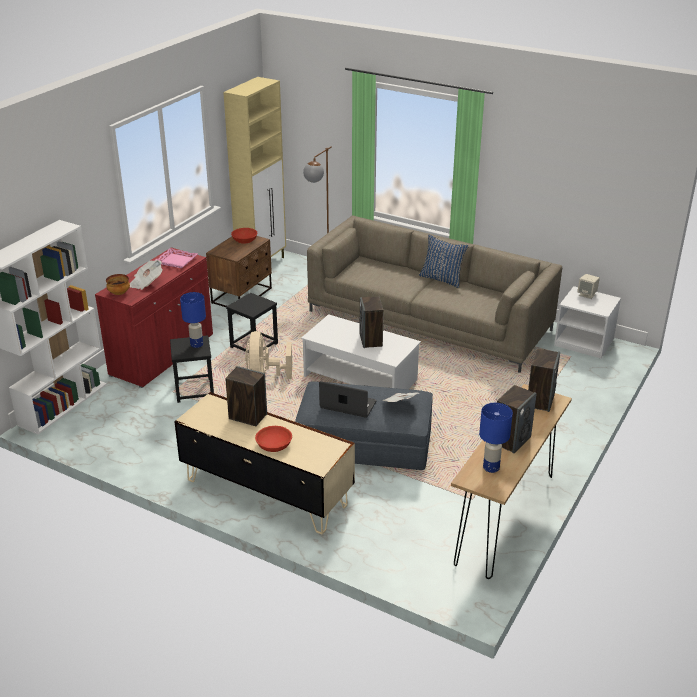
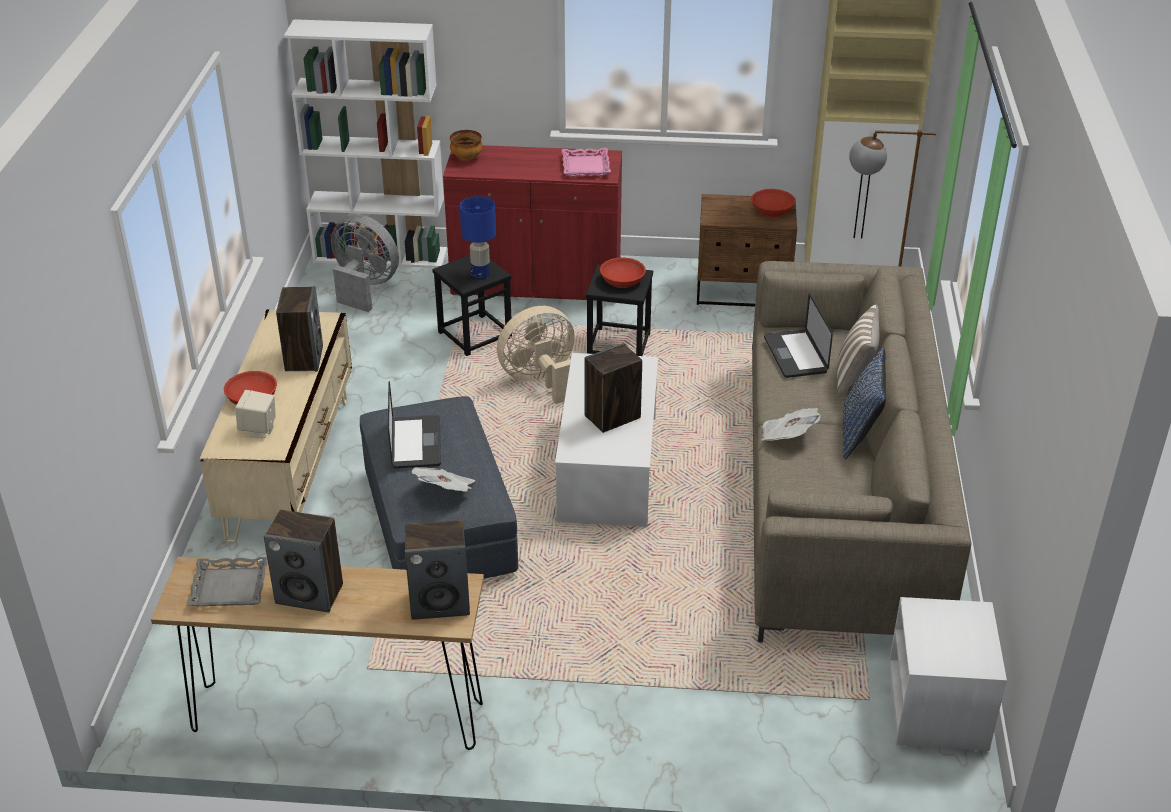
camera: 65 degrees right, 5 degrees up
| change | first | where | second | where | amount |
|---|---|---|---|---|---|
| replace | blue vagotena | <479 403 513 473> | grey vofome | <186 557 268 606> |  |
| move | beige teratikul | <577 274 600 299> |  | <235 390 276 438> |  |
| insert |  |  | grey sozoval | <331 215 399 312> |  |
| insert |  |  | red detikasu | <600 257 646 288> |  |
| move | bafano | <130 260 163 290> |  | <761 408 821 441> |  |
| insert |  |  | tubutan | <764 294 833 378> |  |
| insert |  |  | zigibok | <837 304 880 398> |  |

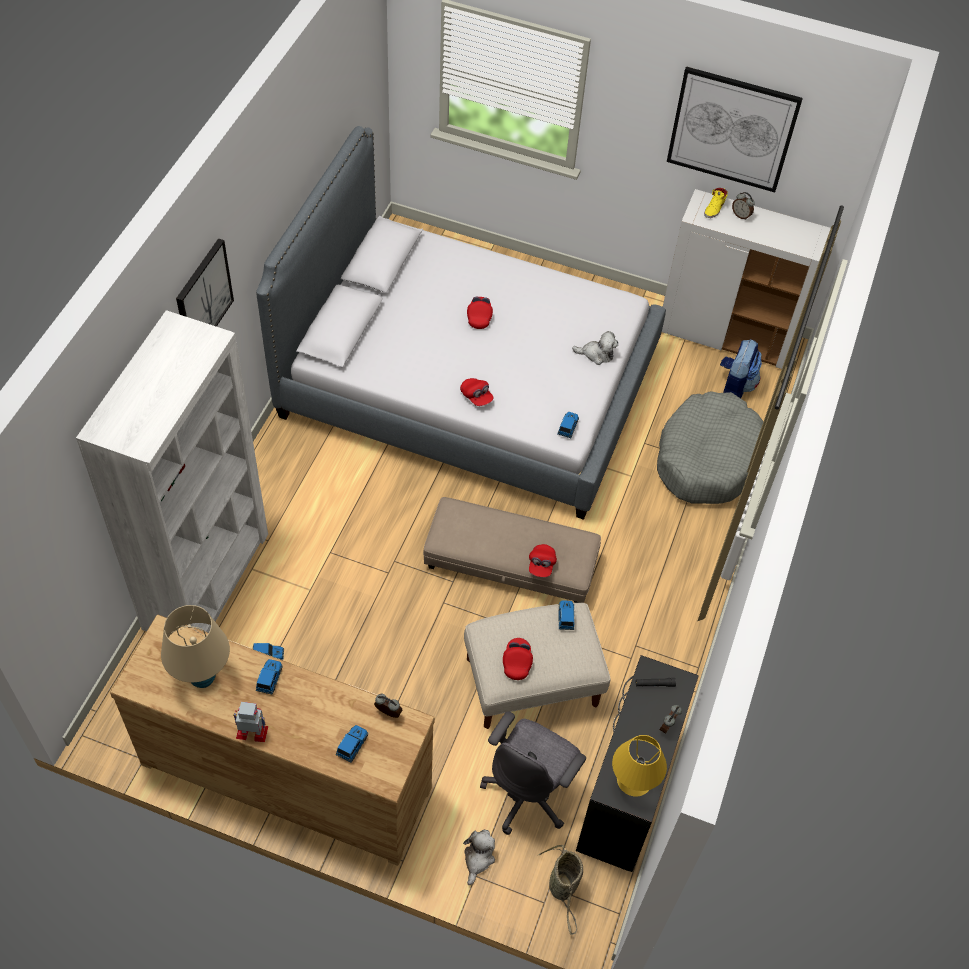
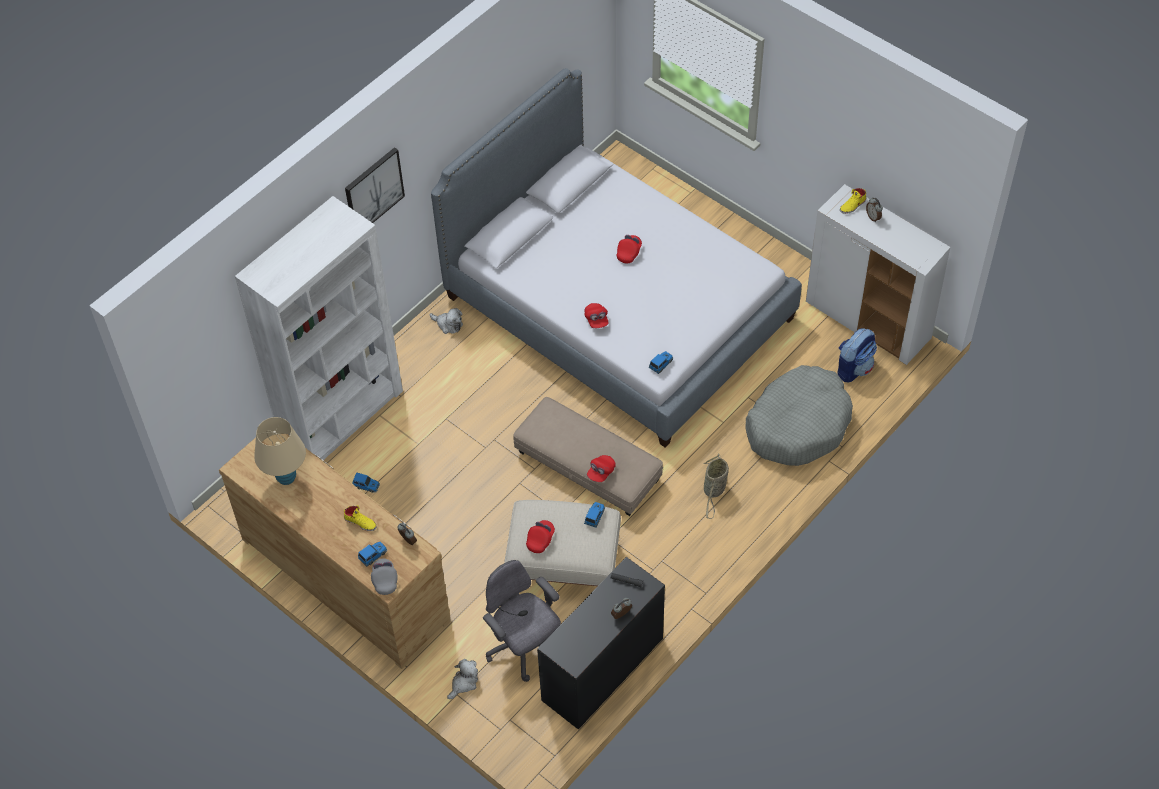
camera: 25 degrees right, 0 degrees up
| change | first | where | second | where | amount |
|---|---|---|---|---|---|
| insert |  |  | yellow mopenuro | <344 505 377 531> |  |
| insert |  |  | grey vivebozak | <371 558 398 595> |  |
| move | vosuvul | <572 331 618 365> |  | <429 308 463 334> |  |
| rotate | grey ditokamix | <480 711 586 835> |  | <483 560 561 682> | 90 degrees clockwise |
| move | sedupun | <538 845 583 935> |  | <703 454 729 519> |  |
| delete | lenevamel | <233 702 269 742> |  |  |  |
| delete | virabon | <256 659 283 695> |  |  |  |
| delete | yellow vagotena | <612 735 667 796> |  |  |  |
| delete | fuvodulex | <667 66 803 192> |  |  |  |

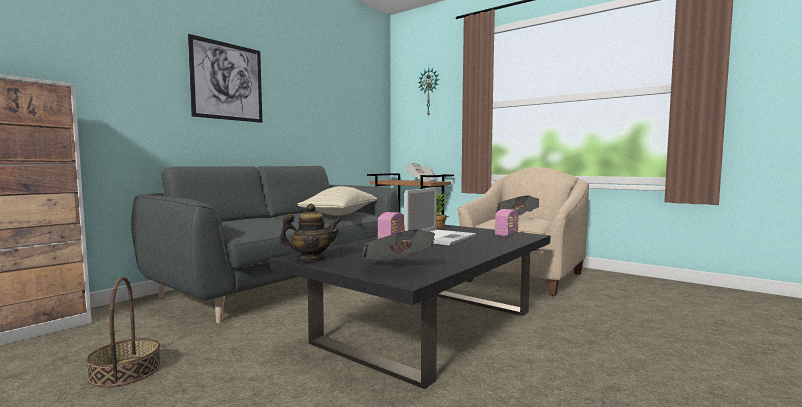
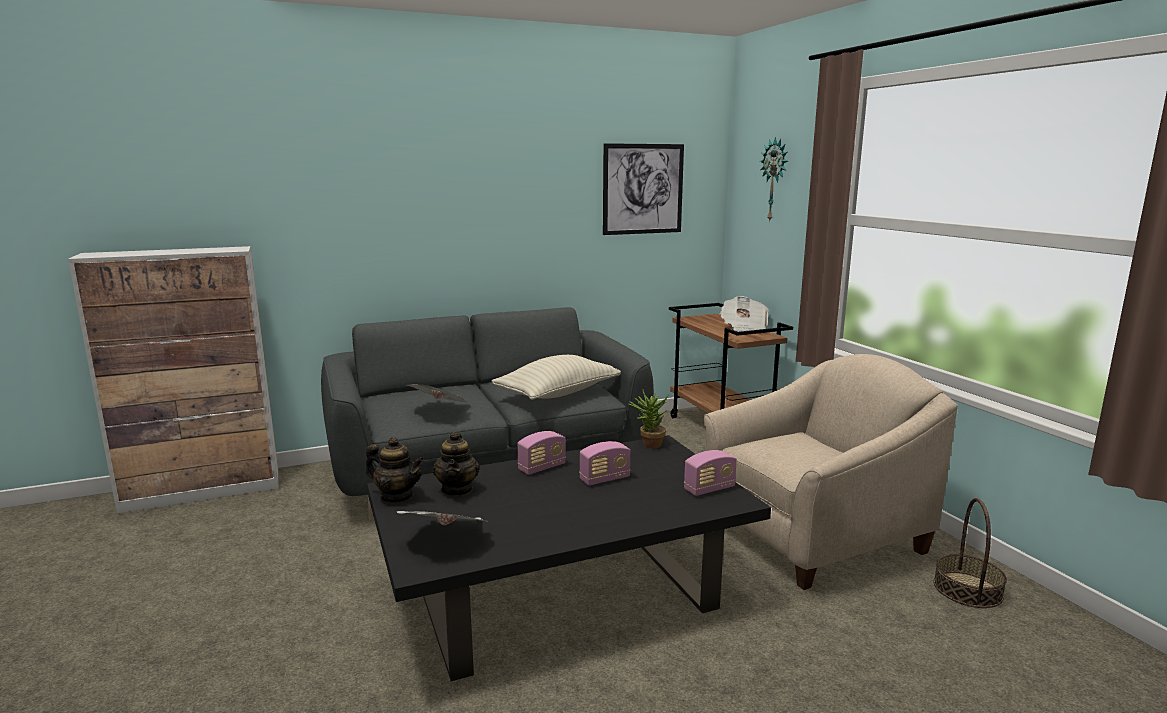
camera: 30 degrees right, 10 degrees up
| change | first | where | second | where | amount |
|---|---|---|---|---|---|
| move | bafano | <496 195 539 216> |  | <406 384 467 402> |  |
| insert |  |  | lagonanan | <432 431 480 496> |  |
| replace | tubutan | <405 188 476 246> | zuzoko | <579 441 630 485> |  |
| move | fuvodulex | <188 34 262 123> |  | <603 143 684 235> |  |
| move | sedupun | <86 277 161 387> |  | <933 498 1007 608> |  |

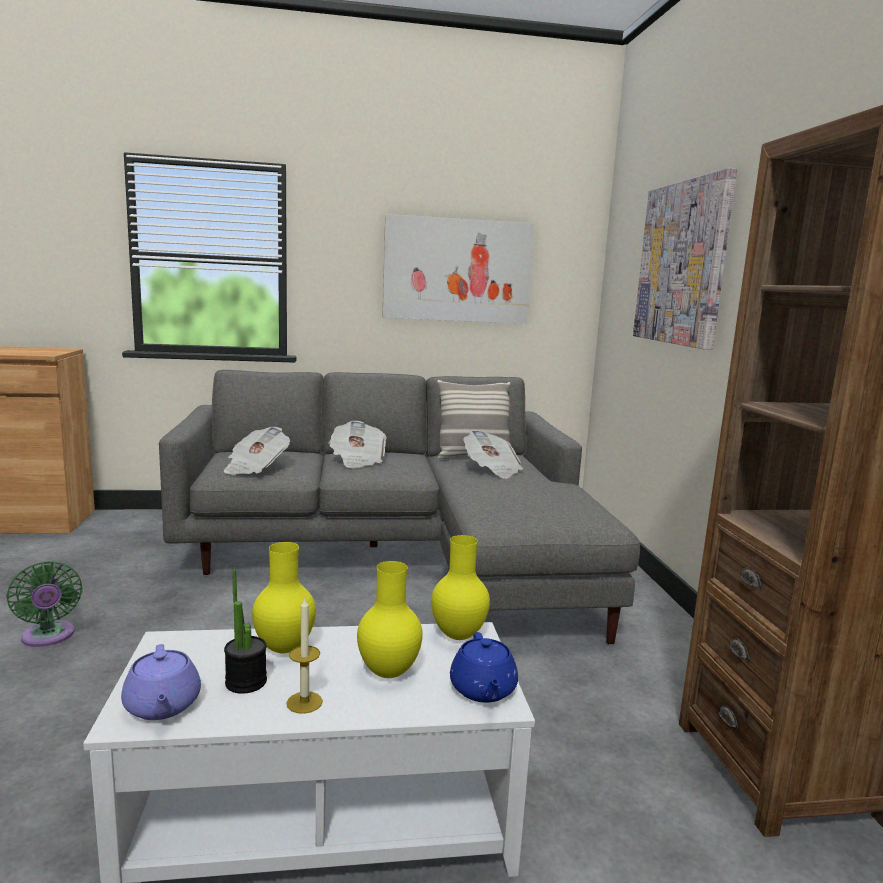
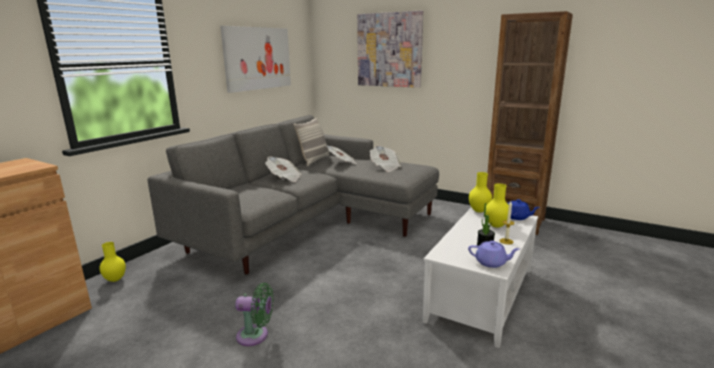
camera: 50 degrees left, 5 degrees up
| change | first | where | second | where | amount |
|---|---|---|---|---|---|
| move | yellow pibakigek | <252 542 316 653> |  | <99 242 126 282> |  |
| move | bafano | <223 427 290 475> |  | <370 146 401 172> |  |

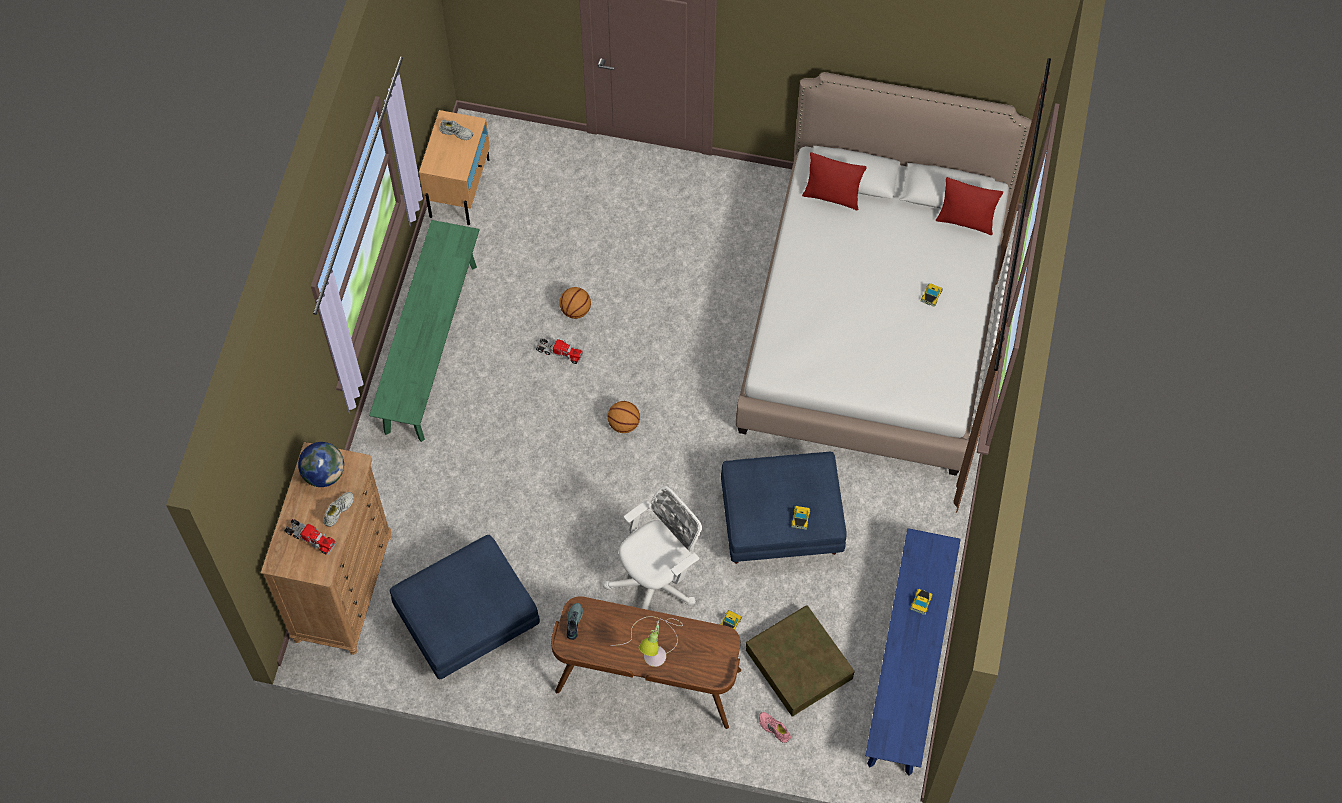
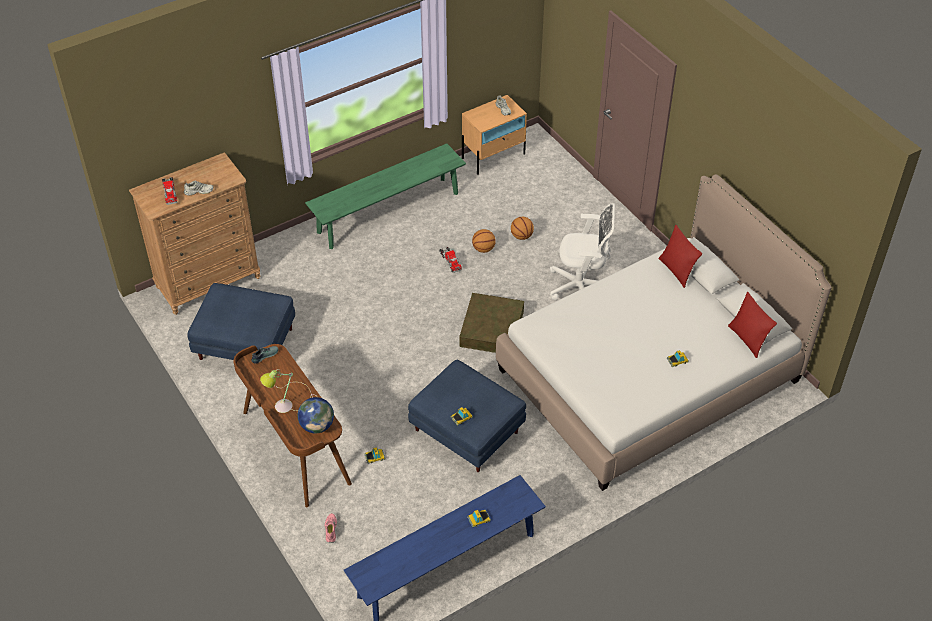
camera: 45 degrees right, 15 degrees down
| change | first | where | second | where | amount |
|---|---|---|---|---|---|
| move | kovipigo | <298 442 344 487> |  | <298 397 334 434> |  |
| move | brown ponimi | <746 606 855 717> |  | <459 293 524 353> |  |
| move | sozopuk | <608 401 640 433> |  | <511 217 534 240> |  |
| move | white ditokamix | <603 486 702 610> |  | <550 203 615 300> |  |

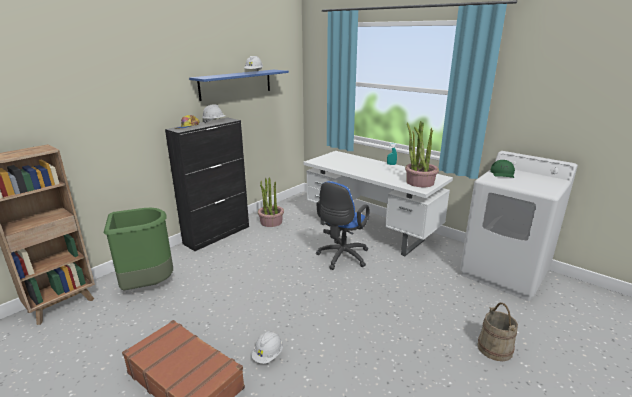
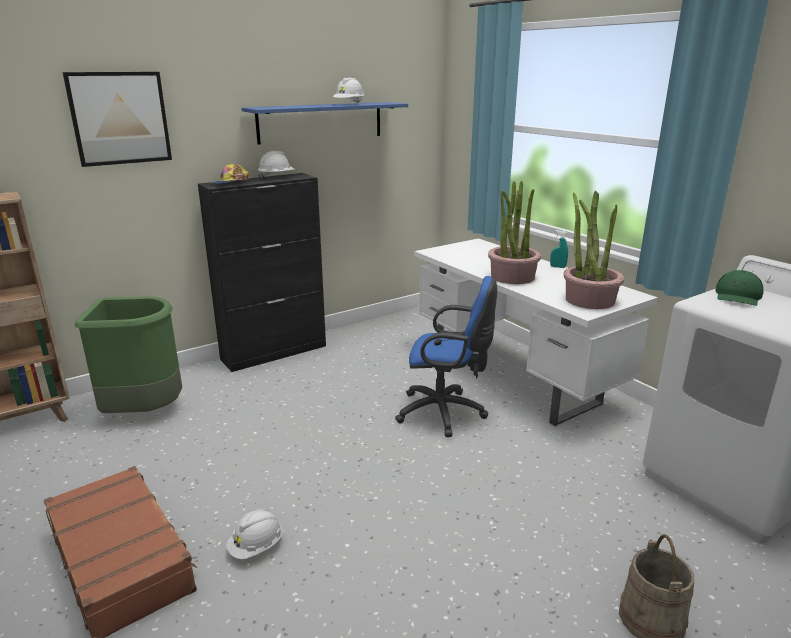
camera: 15 degrees right, 0 degrees up
| change | first | where | second | where | amount |
|---|---|---|---|---|---|
| insert |  |  | fuvodulex | <63 72 172 167> |  |
| rotate | blue ditokamix | <316 181 370 270> |  | <395 276 497 437> | 120 degrees counterclockwise |
| move | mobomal | <258 177 284 227> |  | <488 180 541 284> |  |

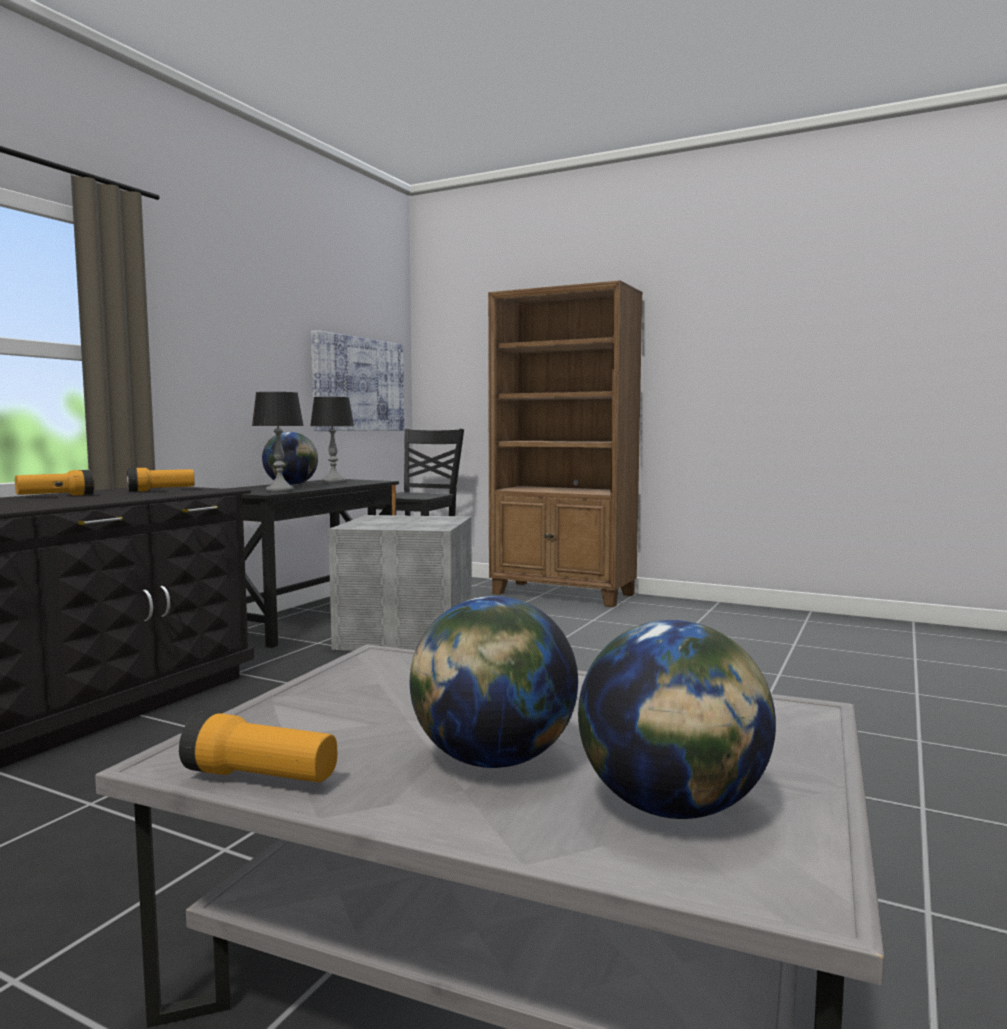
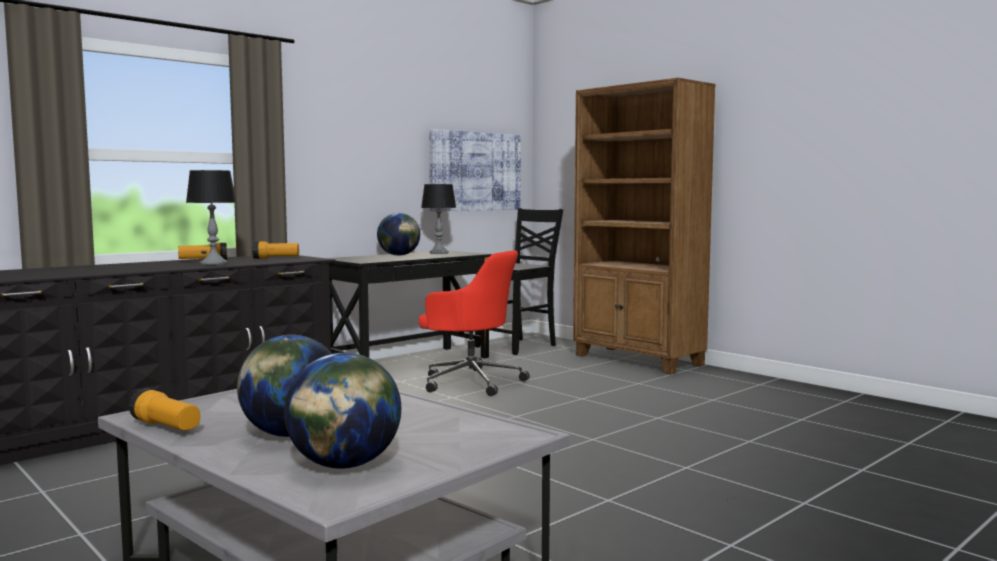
camera: 20 degrees right, 0 degrees up
| change | first | where | second | where | amount |
|---|---|---|---|---|---|
| move | vagotena | <252 392 304 492> |  | <186 170 236 265> |  |
| replace | grey ponimi | <329 515 472 651> | red ditokamix | <419 250 530 396> |  |

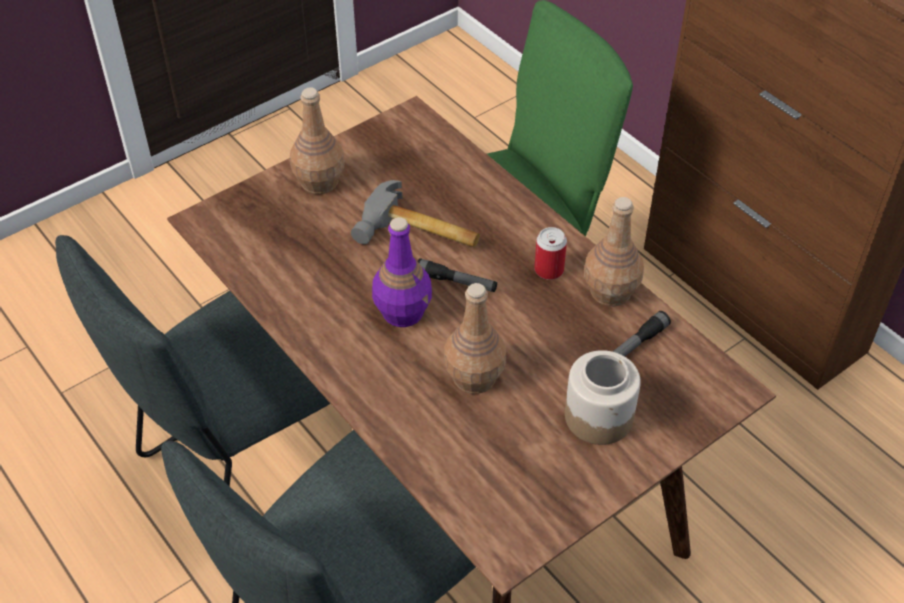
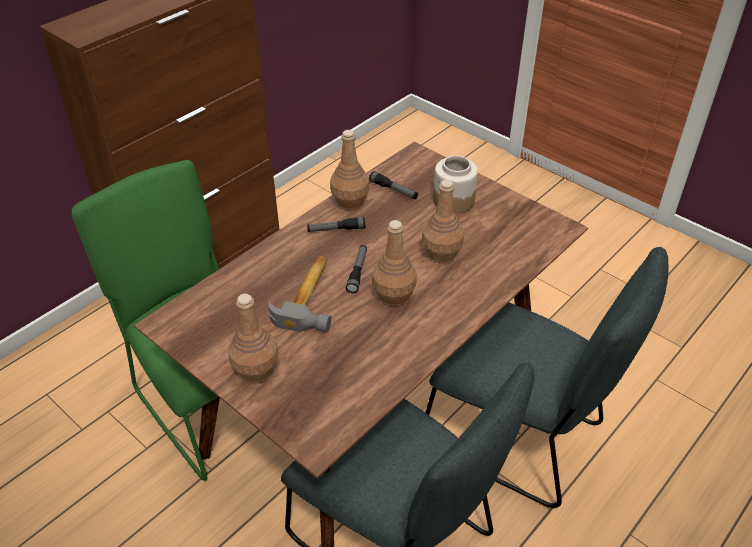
camera: 100 degrees left, 5 degrees down
| change | first | where | second | where | amount |
|---|---|---|---|---|---|
| replace | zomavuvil | <534 227 567 280> | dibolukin | <307 217 365 232> |  |
| recolor | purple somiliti | <372 217 432 327> | brown somiliti | <372 220 417 306> |  |

